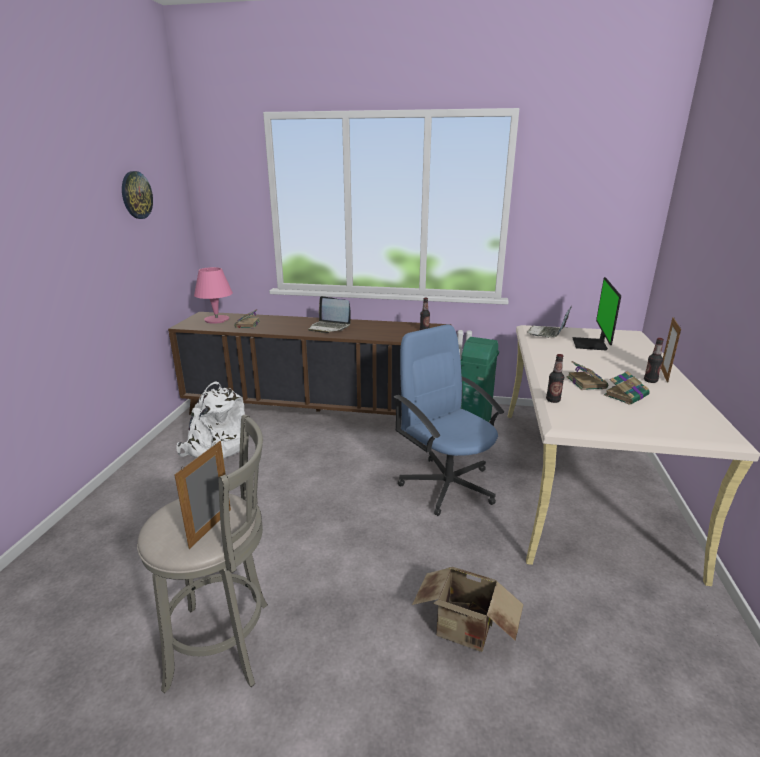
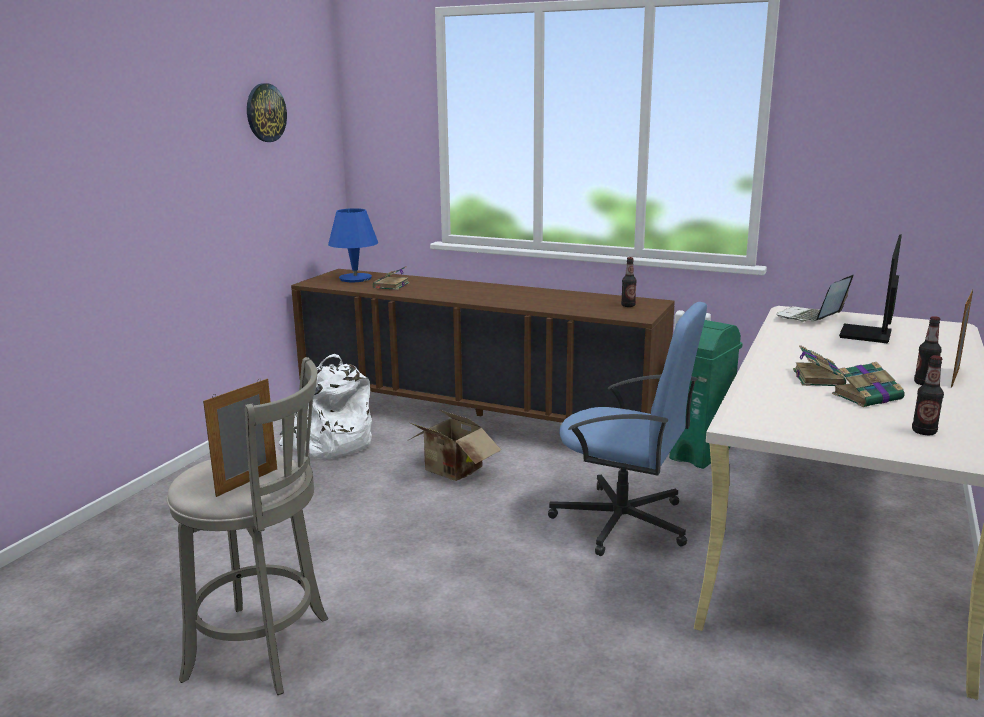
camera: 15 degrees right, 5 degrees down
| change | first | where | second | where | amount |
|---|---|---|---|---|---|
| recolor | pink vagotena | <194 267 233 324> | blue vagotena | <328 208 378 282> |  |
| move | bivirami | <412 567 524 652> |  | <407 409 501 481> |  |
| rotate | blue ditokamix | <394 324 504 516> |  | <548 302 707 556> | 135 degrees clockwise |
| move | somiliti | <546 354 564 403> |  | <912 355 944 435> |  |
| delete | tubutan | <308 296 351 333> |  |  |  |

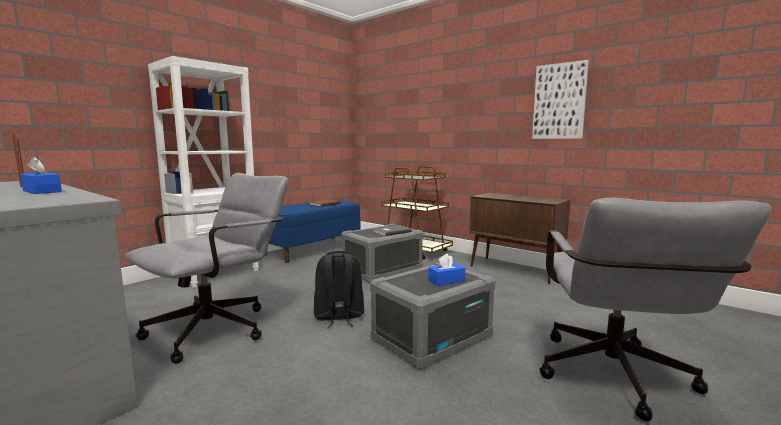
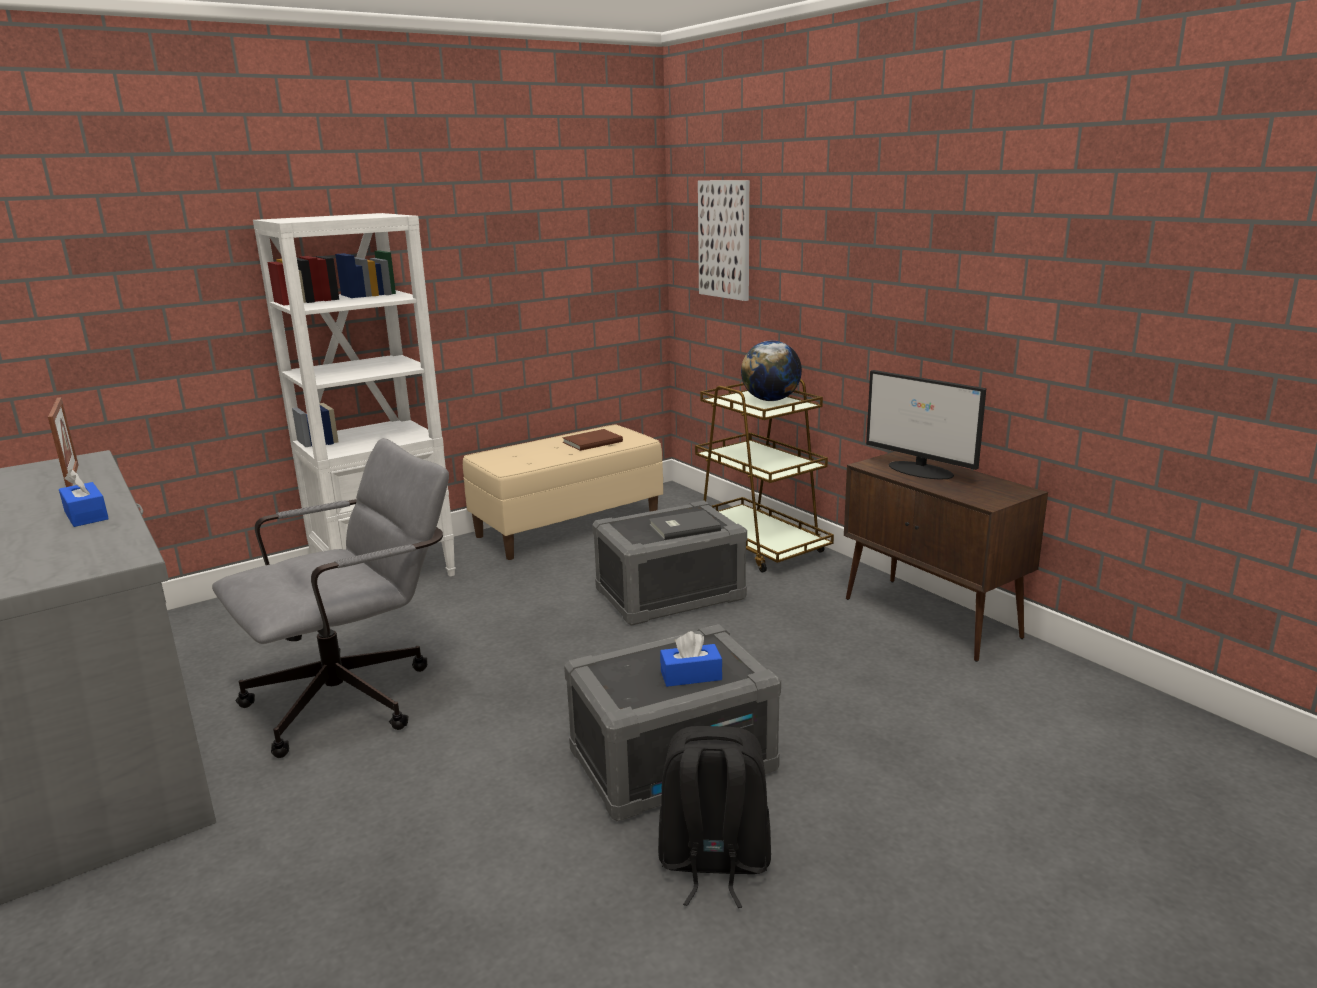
camera: 15 degrees right, 10 degrees up
| change | first | where | second | where | amount |
|---|---|---|---|---|---|
| recolor | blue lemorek | <265 200 361 263> | beige lemorek | <463 424 663 560> |  |
| move | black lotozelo | <314 251 364 328> |  | <658 726 771 908> |  |
| move | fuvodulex | <532 60 589 139> |  | <698 180 750 301> |  |
| insert |  |  | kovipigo | <741 340 802 401> |  |
| insert |  |  | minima | <866 370 986 479> |  |
| delete | grey ditokamix | <539 198 771 422> |  |  |  |

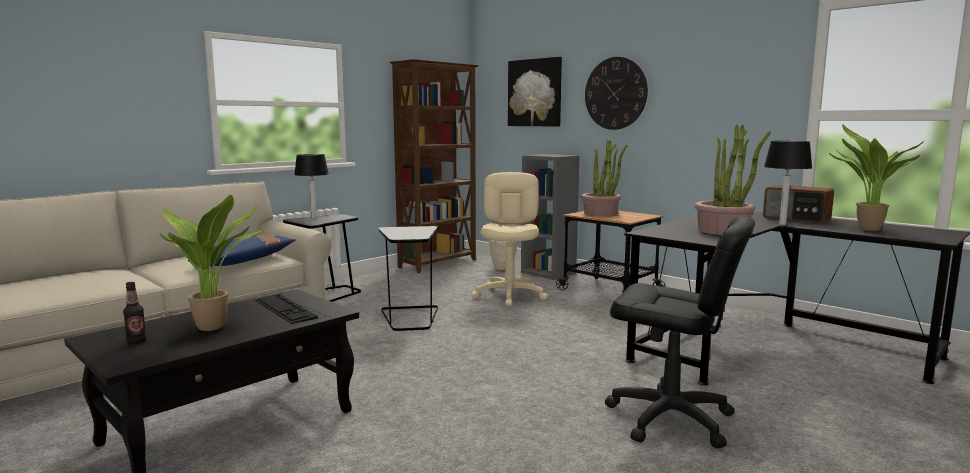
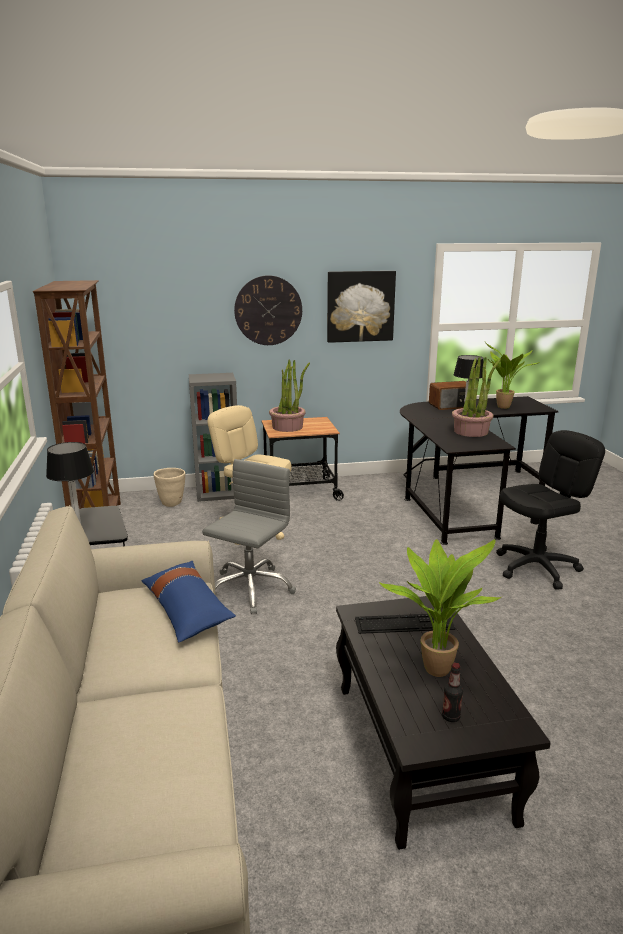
camera: 55 degrees left, 10 degrees up
| change | first | where | second | where | amount |
|---|---|---|---|---|---|
| replace | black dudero | <378 226 438 331> | grey ditokamix | <202 459 296 614> |  |
| move | fuvodulex | <508 57 562 127> |  | <327 271 396 343> |  |

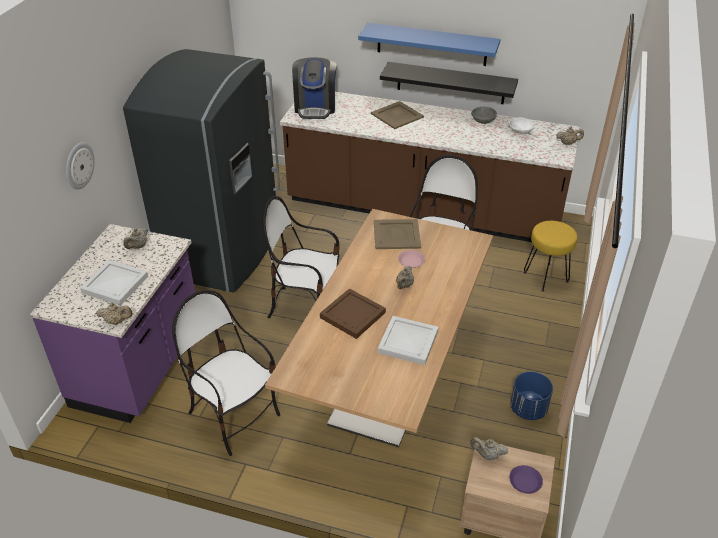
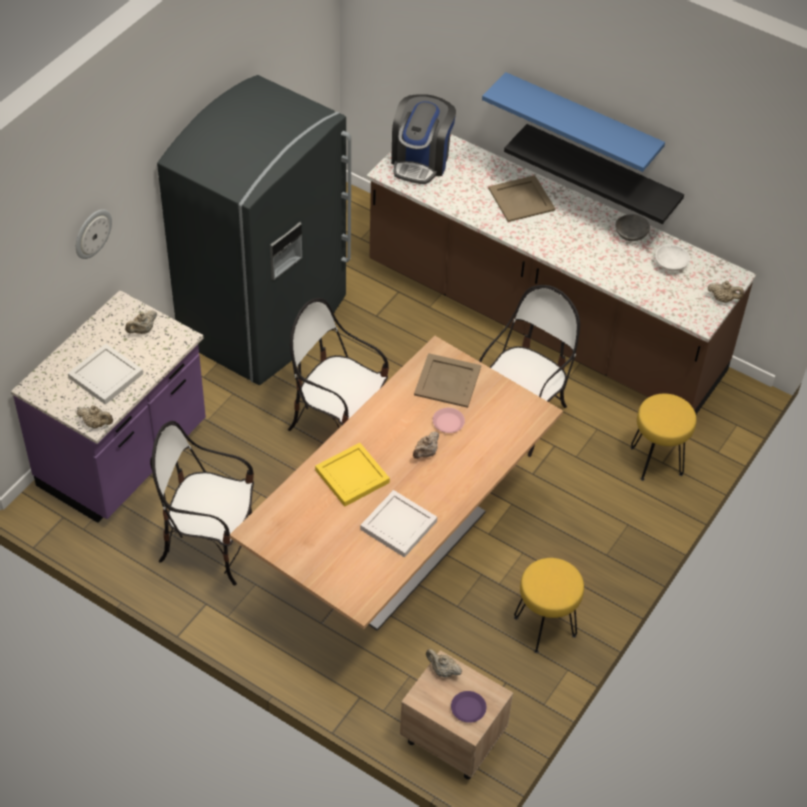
camera: 15 degrees right, 10 degrees up
| change | first | where | second | where | amount |
|---|---|---|---|---|---|
| rotate | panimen | <172 290 280 456> |  | <150 421 254 585> | 45 degrees counterclockwise |
| recolor | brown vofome | <320 288 386 339> | yellow vofome | <315 443 390 507> |  |
| replace | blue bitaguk | <510 371 553 420> | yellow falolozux | <514 558 584 653> |  |

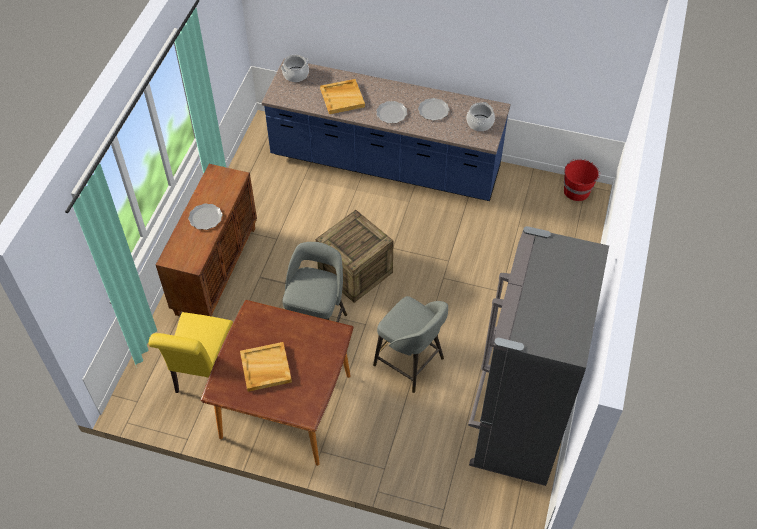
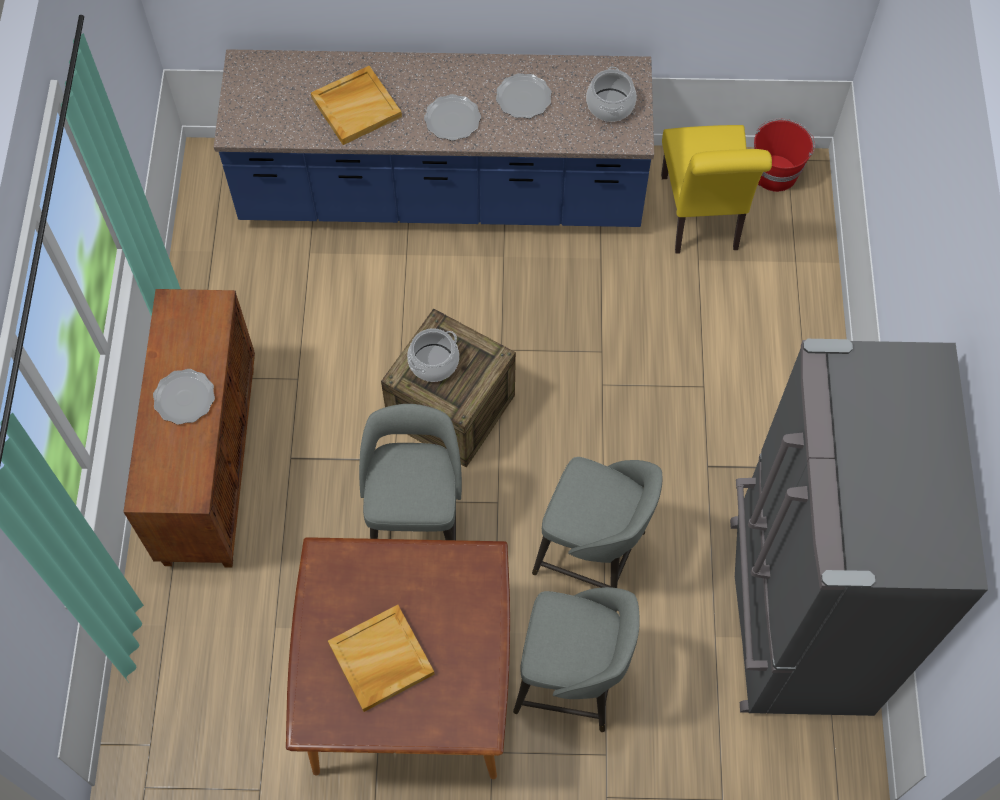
camera: 15 degrees left, 10 degrees up
| change | first | where | second | where | amount |
|---|---|---|---|---|---|
| move | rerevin | <281 55 309 82> |  | <407 328 459 382> |  |
| insert |  |  | grey falolozux | <513 587 640 732> |  |
| move | yellow panimen | <148 312 233 393> |  | <661 125 772 254> |  |

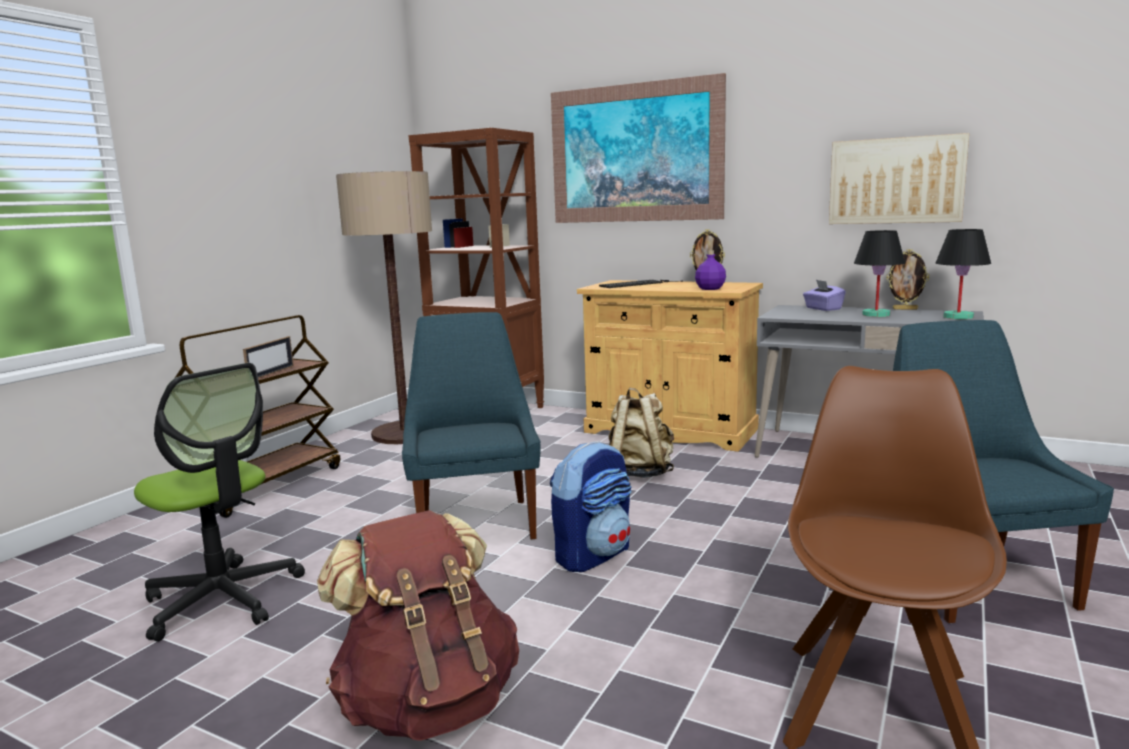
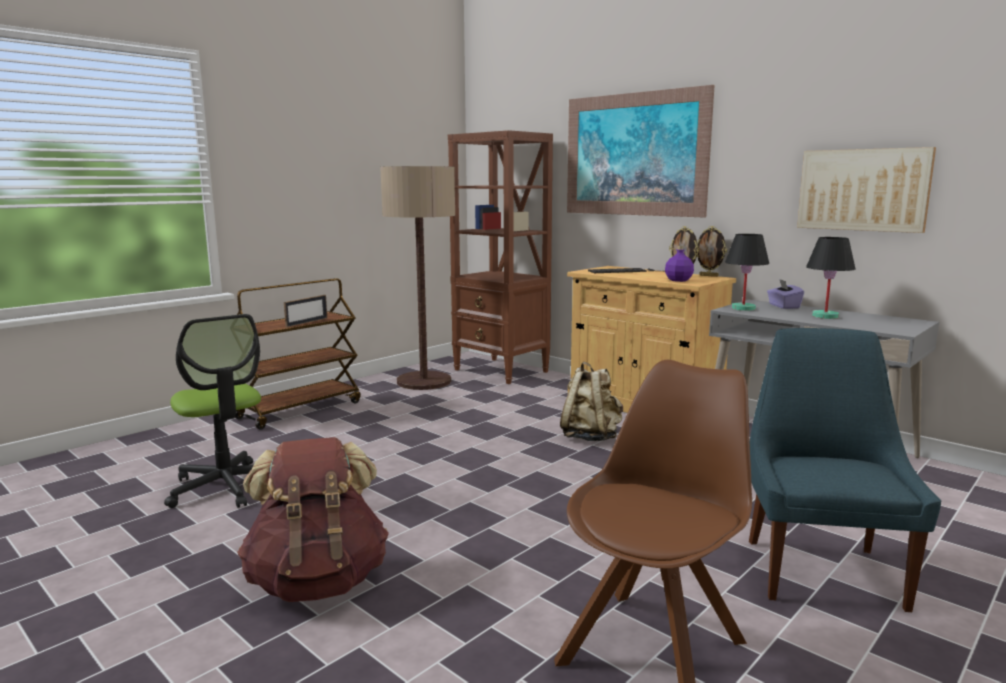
camera: 15 degrees right, 0 degrees up
| change | first | where | second | where | amount |
|---|---|---|---|---|---|
| move | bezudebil | <886 249 929 310> |  | <697 226 727 277> |  |
| move | black vagotena | <936 229 991 319> |  | <725 234 769 311> |  |
| delete | blue panimen | <402 312 541 540> |  |  |  |
| delete | lotozelo | <550 441 632 572> |  |  |  |

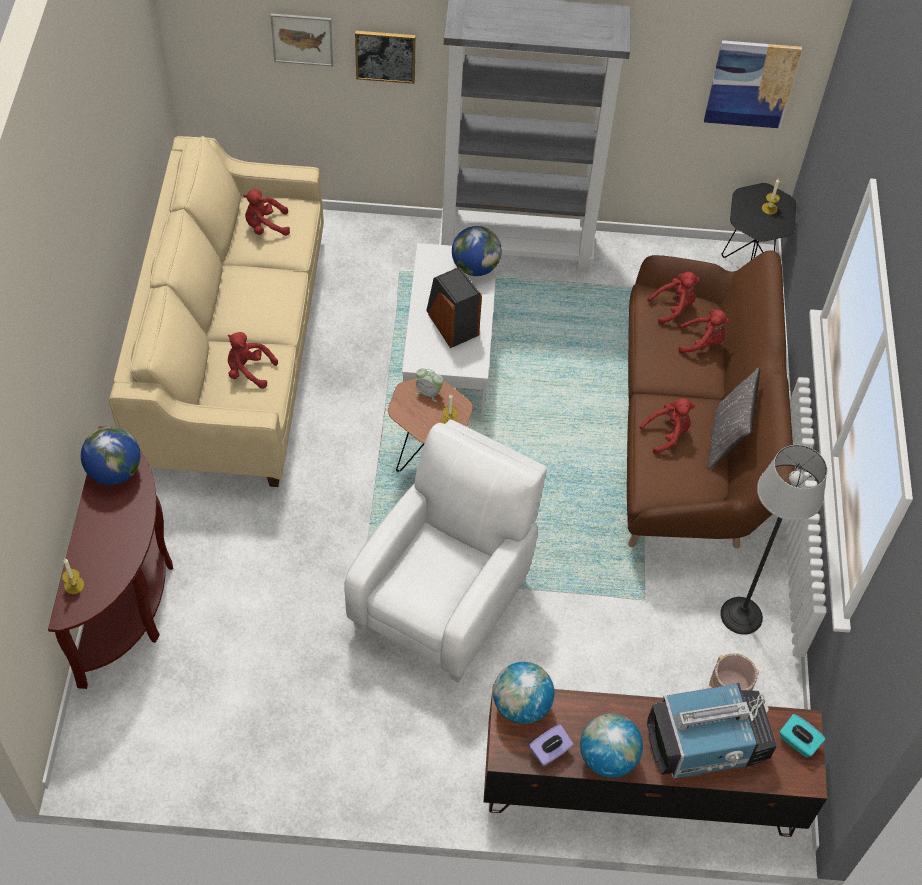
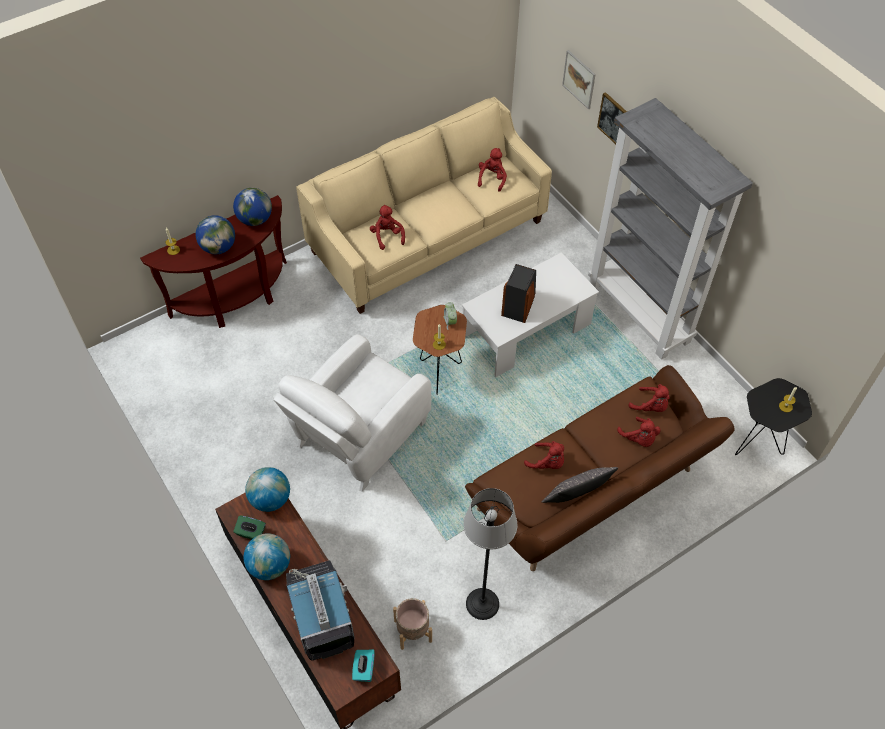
camera: 55 degrees right, 0 degrees up
| change | first | where | second | where | amount |
|---|---|---|---|---|---|
| move | kovipigo | <452 226 502 276> |  | <196 215 235 254> |  |
| recolor | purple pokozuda | <529 724 574 767> | green pokozuda | <233 516 266 540> |  |
| rotate | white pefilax | <344 420 547 683> |  | <273 334 431 492> | 135 degrees clockwise |
| rotate | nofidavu | <647 683 777 779> |  | <286 560 355 661> | 150 degrees counterclockwise |
| rotate | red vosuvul | <243 189 290 236> |  | <478 148 507 192> | 60 degrees clockwise |
| delete | fuvodulex | <704 40 802 128> |  |  |  |

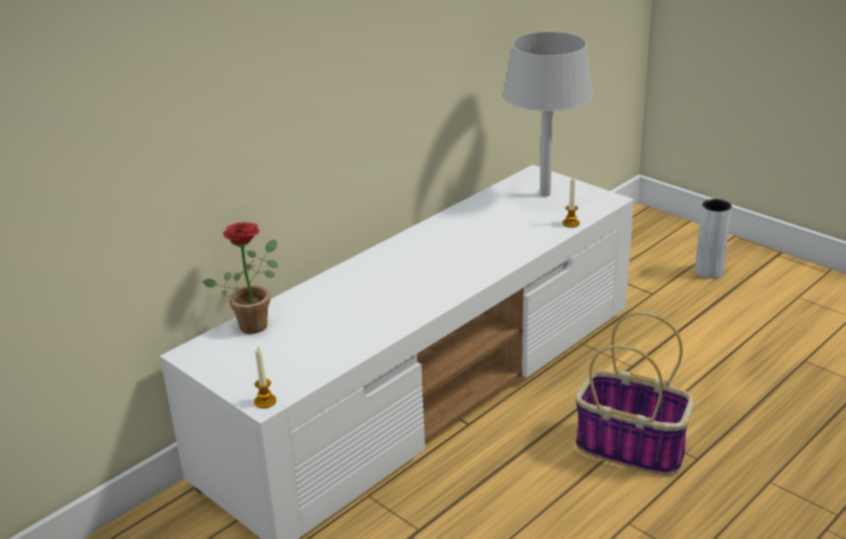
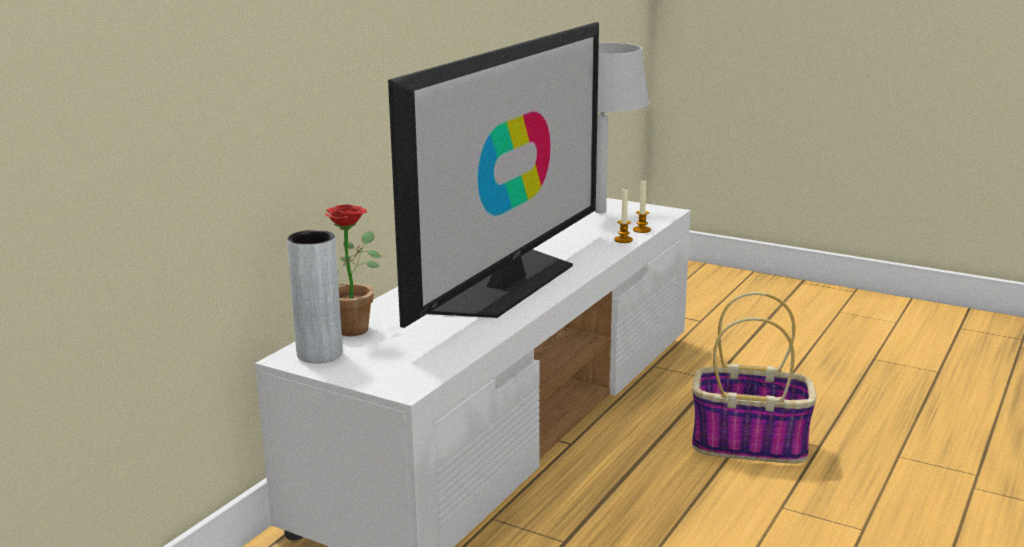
camera: 15 degrees left, 10 degrees down
| change | first | where | second | where | amount |
|---|---|---|---|---|---|
| move | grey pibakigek | <695 199 732 279> |  | <287 230 343 363> |  |
| insert |  |  | nofidavu | <388 22 599 328> |  |
| move | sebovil | <254 348 276 408> |  | <614 189 633 243> |  |

